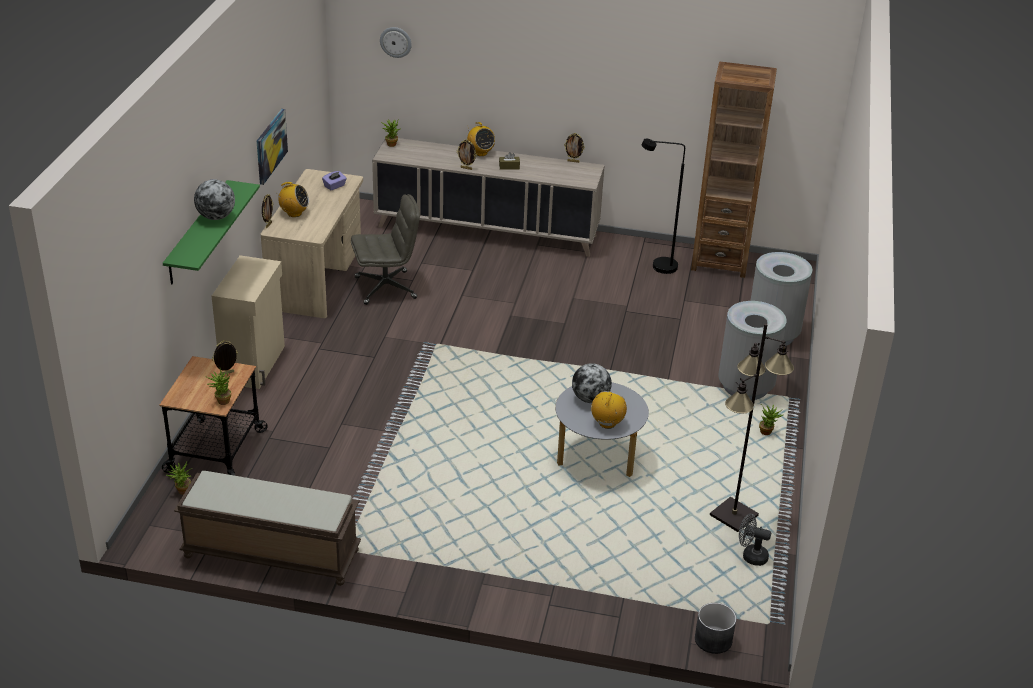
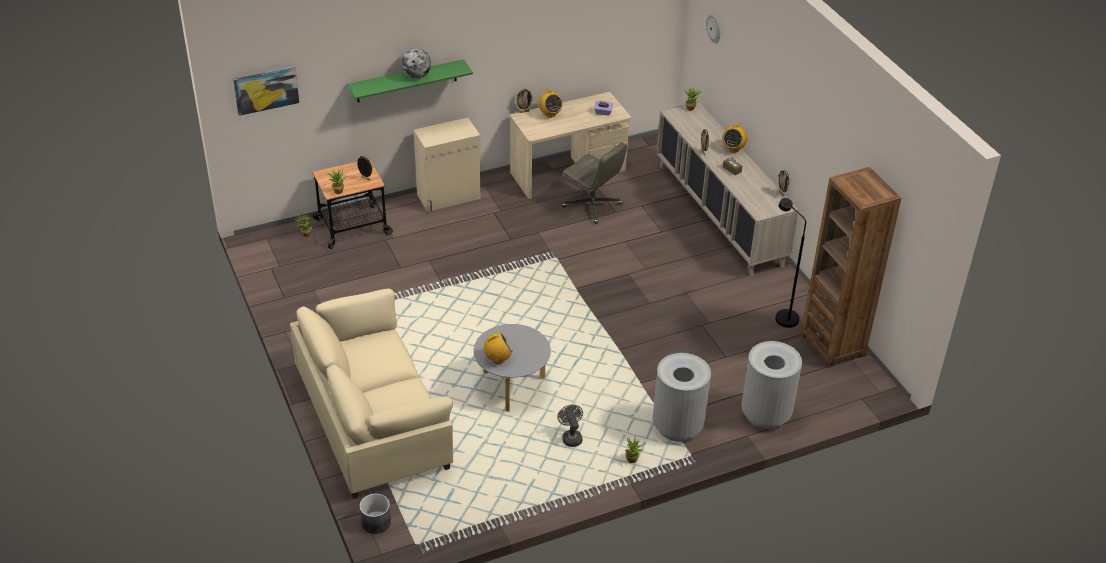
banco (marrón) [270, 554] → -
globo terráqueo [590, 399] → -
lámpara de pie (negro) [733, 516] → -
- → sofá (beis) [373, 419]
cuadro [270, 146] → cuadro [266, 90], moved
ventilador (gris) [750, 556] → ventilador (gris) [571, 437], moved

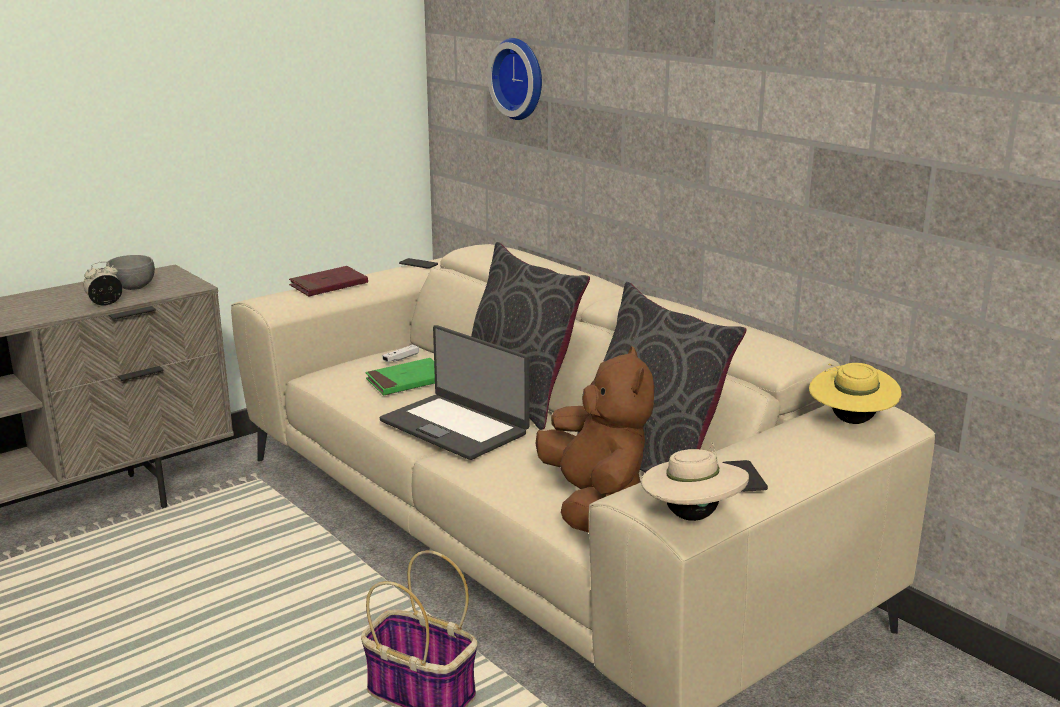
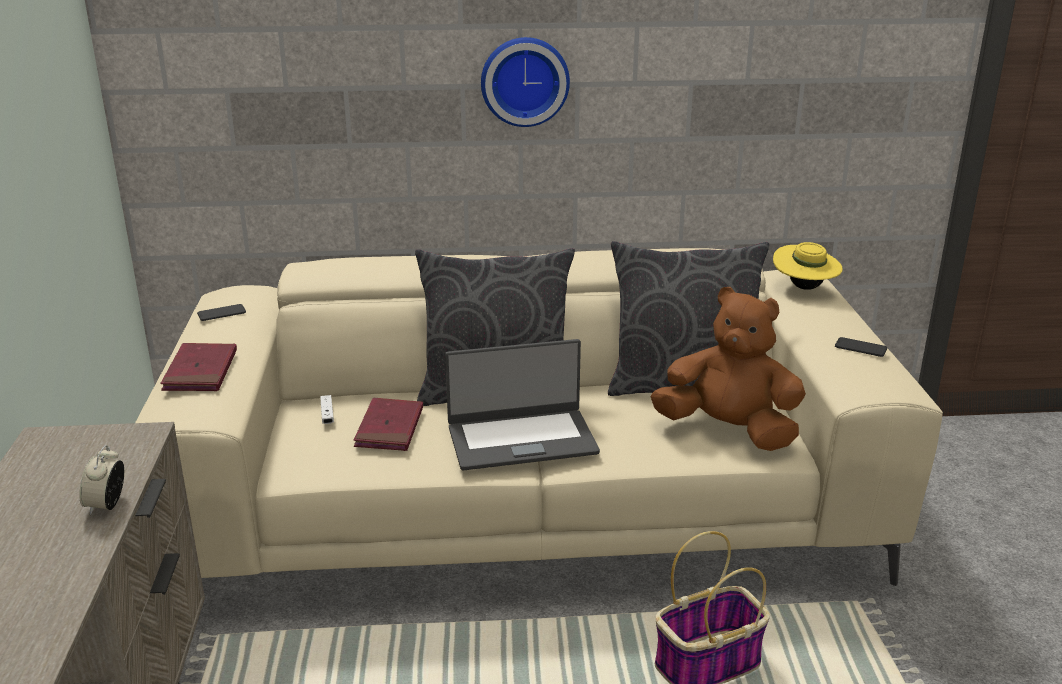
cuenco (gris) [133, 288] → -
sombrero (beis) [692, 516] → -
reloj de pared [520, 78] → reloj de pared [524, 81], moved
libro (verde) [407, 381] → libro (rojo) [389, 428]

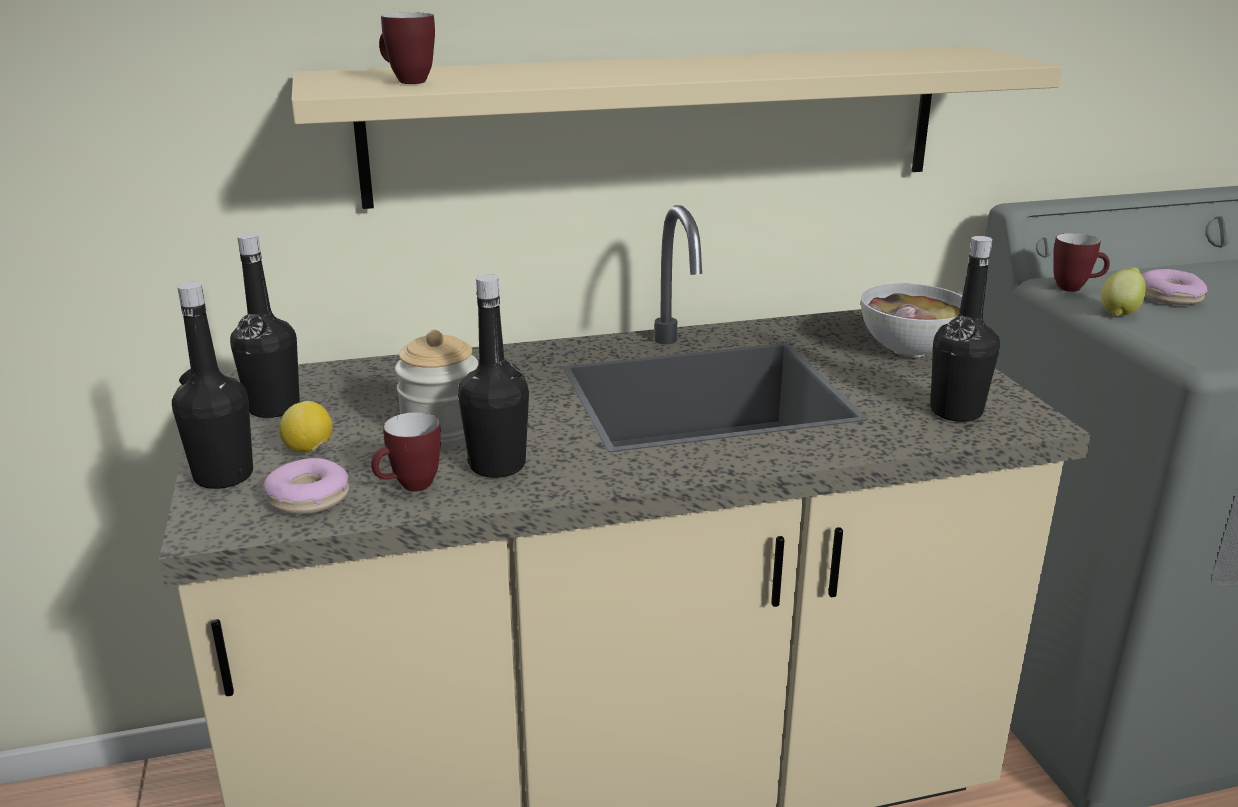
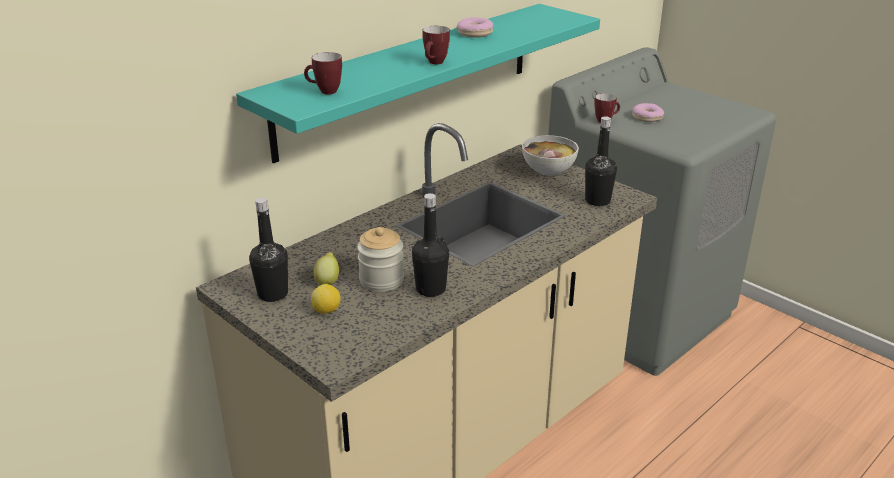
botella (negro) [224, 476] → -
rosquilla [308, 498] → rosquilla [475, 33], moved
taza grande [409, 488] → taza grande [435, 63], moved
limón [1119, 312] → limón [327, 281], moved
estante (beis) [659, 124] → estante (turquesa) [409, 77]

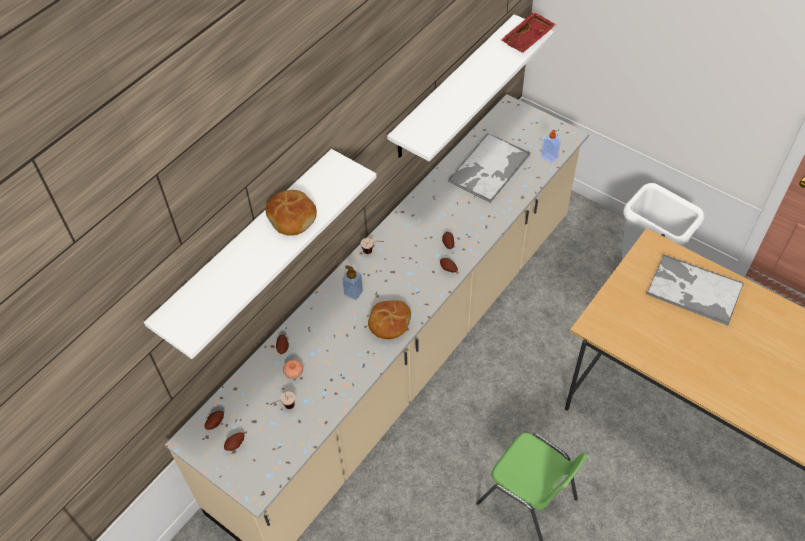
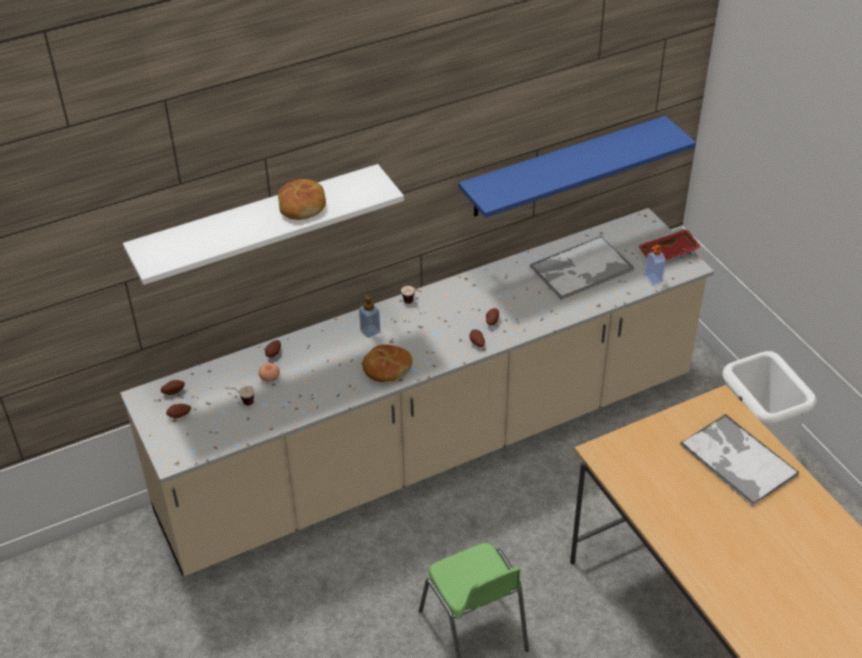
bandeja (rojo) [528, 38] → bandeja (rojo) [669, 253], moved
estante (blanco) [453, 87] → estante (azul) [563, 167]

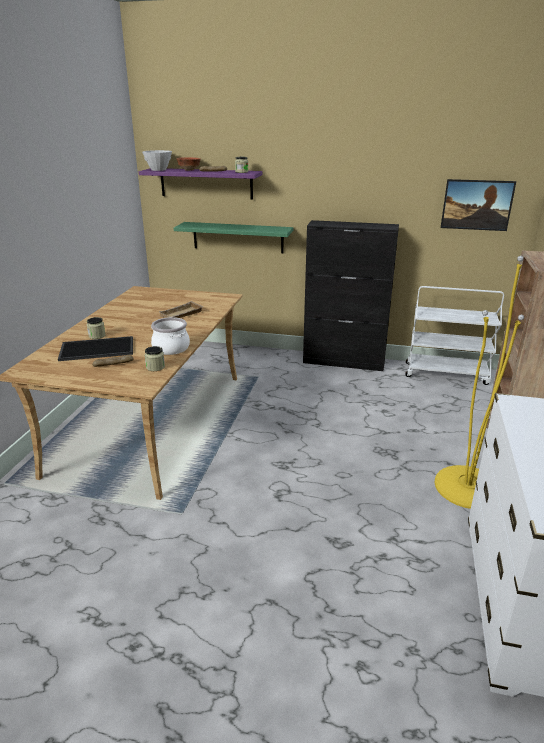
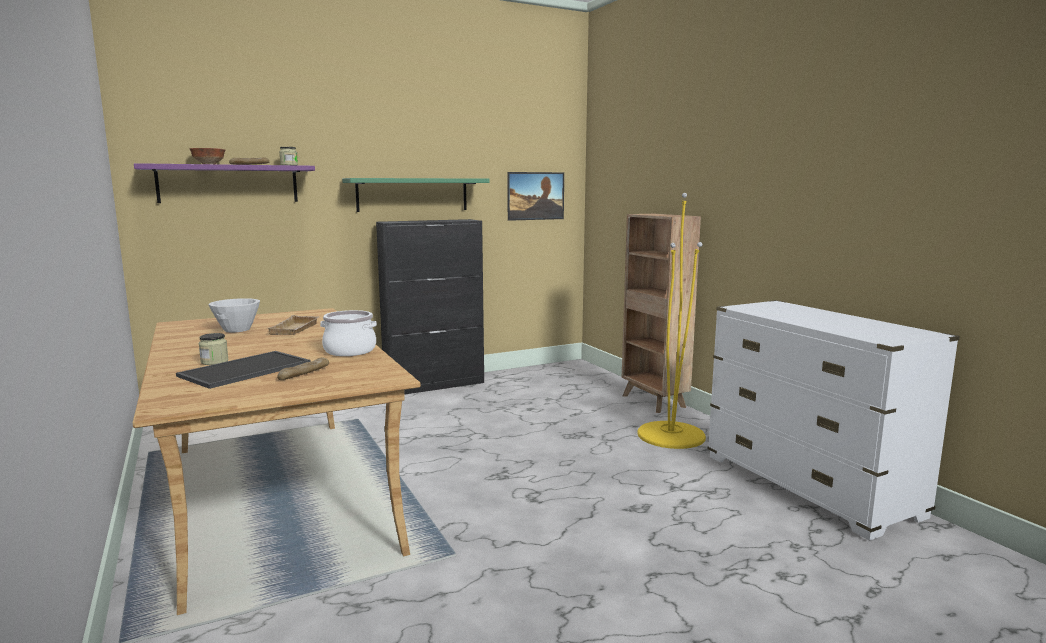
tarro [155, 367] → -
carrito (blanco) [447, 373] → -
cuenco (blanco) [159, 170] → cuenco (blanco) [237, 329], moved
estante (verde) [238, 237] → estante (verde) [412, 194], moved

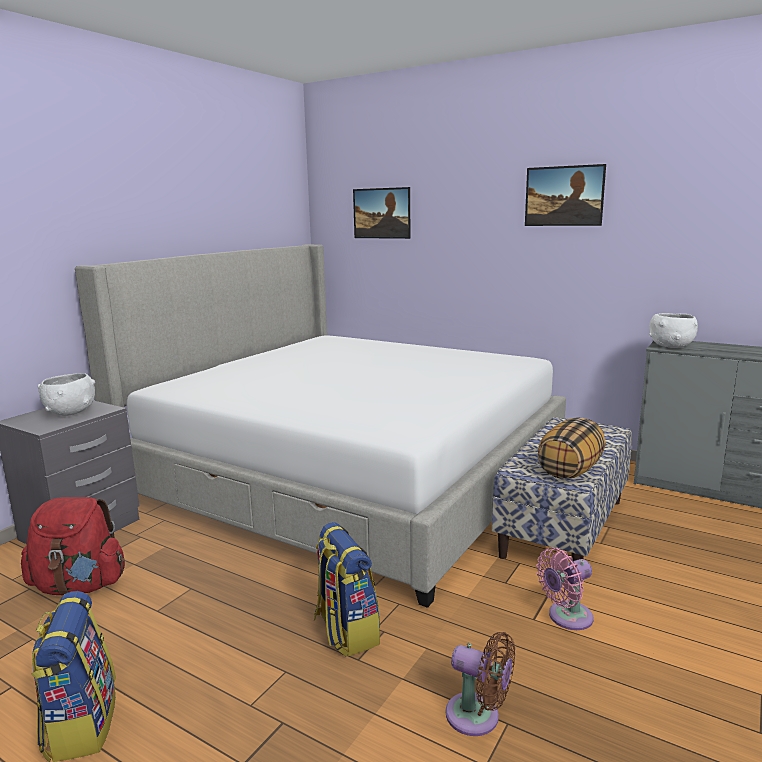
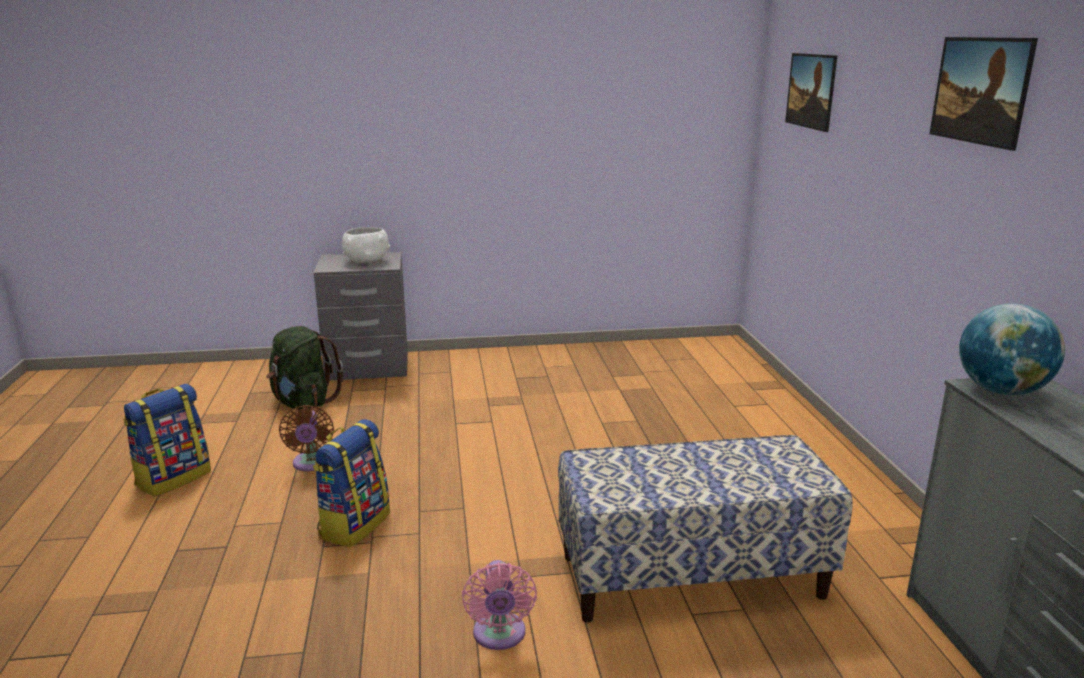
cama [351, 475] → -
cojín [570, 470] → -
ventilador (marrón) [478, 717] → ventilador (marrón) [311, 464], moved
cuenco (blanco) [671, 346] → globo terráqueo [1001, 391]
mochila (rojo) [79, 586] → mochila (verde) [303, 403]
ventilador (rosa) [566, 617] → ventilador (rosa) [499, 636], 120 degrees counterclockwise

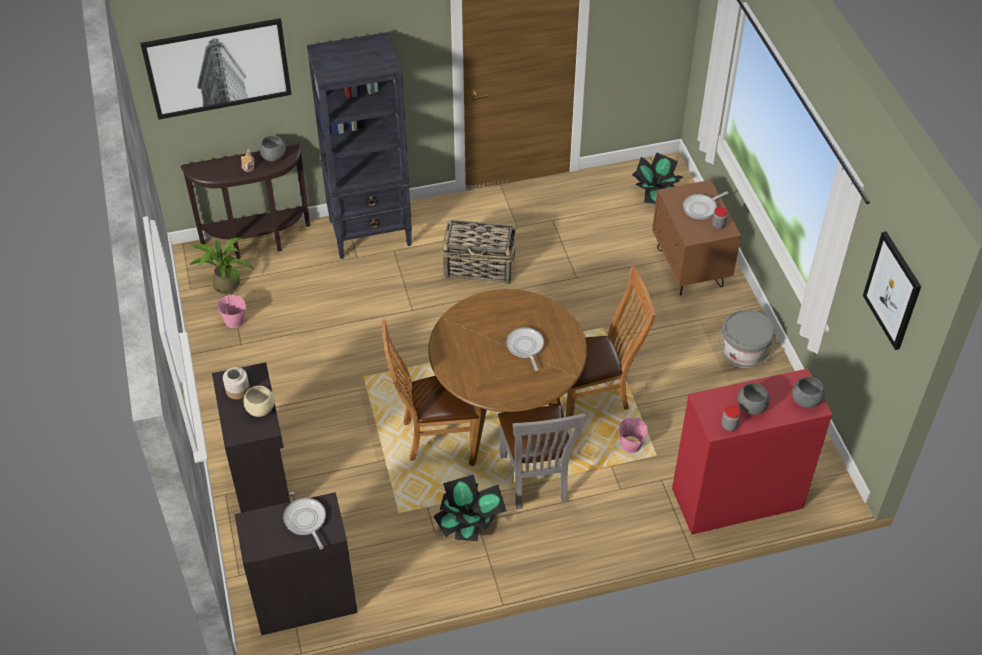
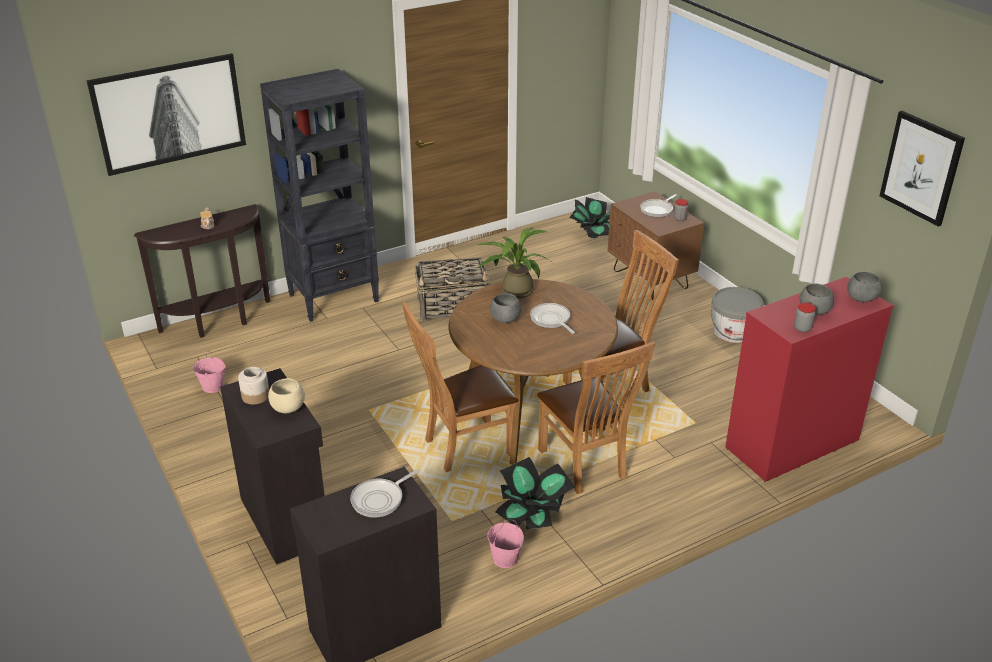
planta en maceta [224, 283] → planta en maceta [514, 290], moved
cuenco (gris) [274, 157] → cuenco (gris) [505, 319], moved
cubo (rosa) [631, 445] → cubo (rosa) [505, 559], moved
silla (gris) [536, 481] → silla (marrón) [586, 466]
sartén [306, 521] → sartén [380, 499], 90 degrees counterclockwise

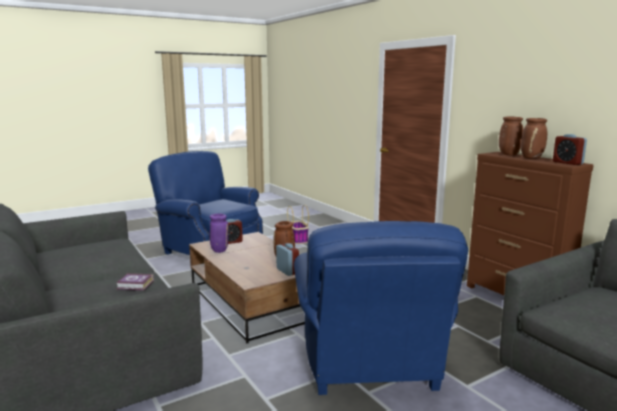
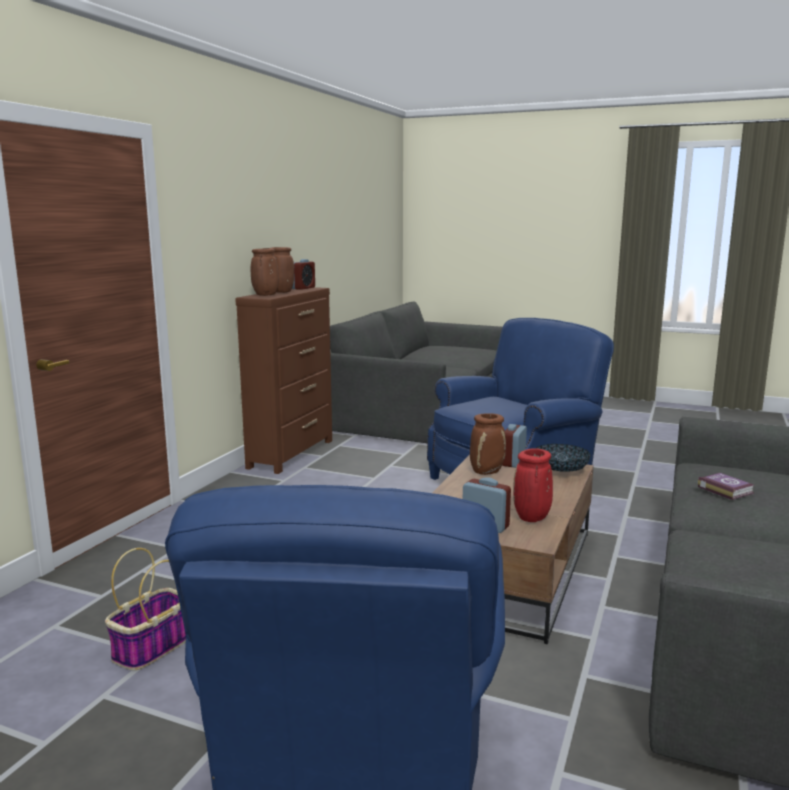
- → cuenco [560, 471]
florero (morado) [219, 250] → florero (rojo) [532, 518]

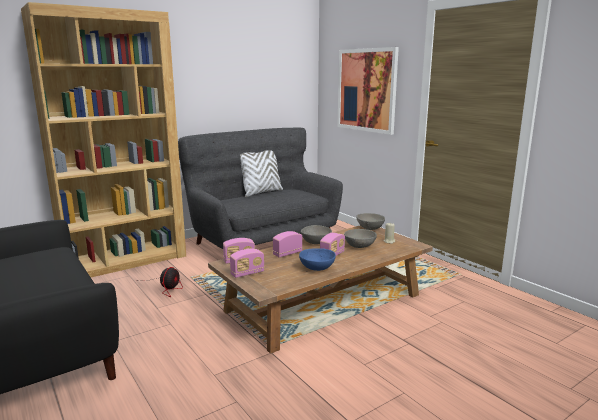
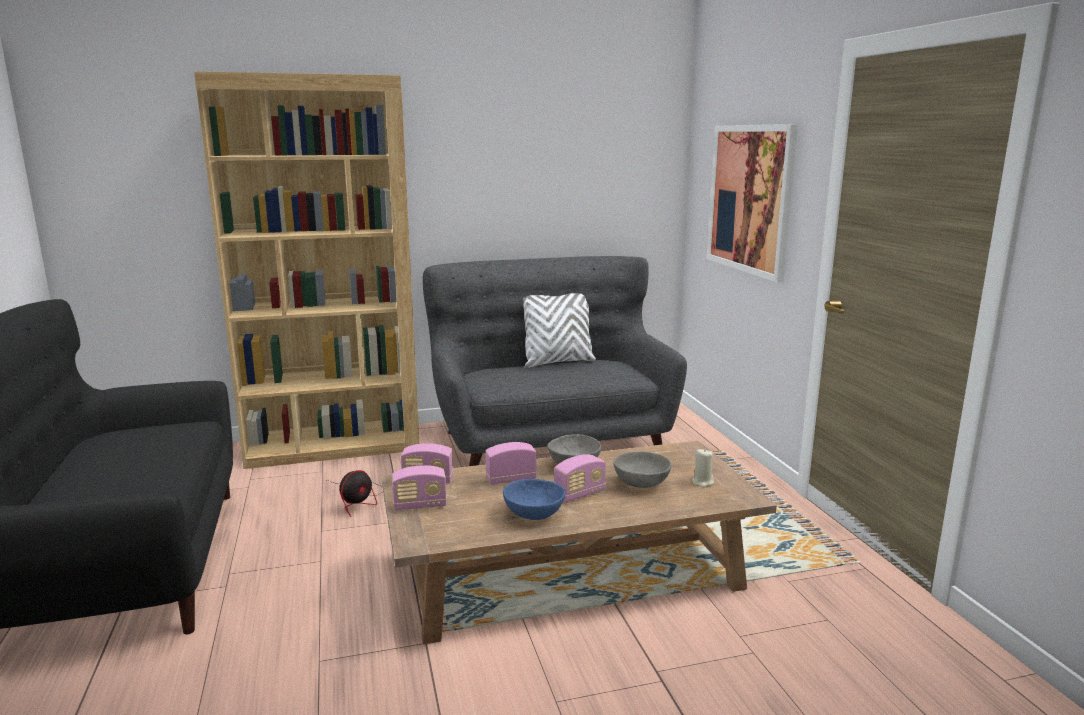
cuenco (gris) [370, 228] → -

